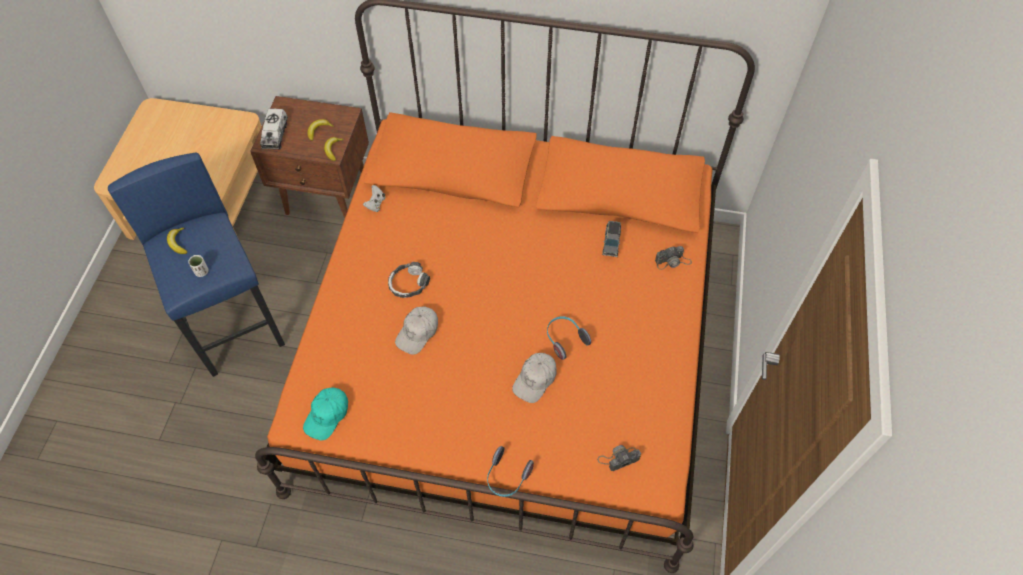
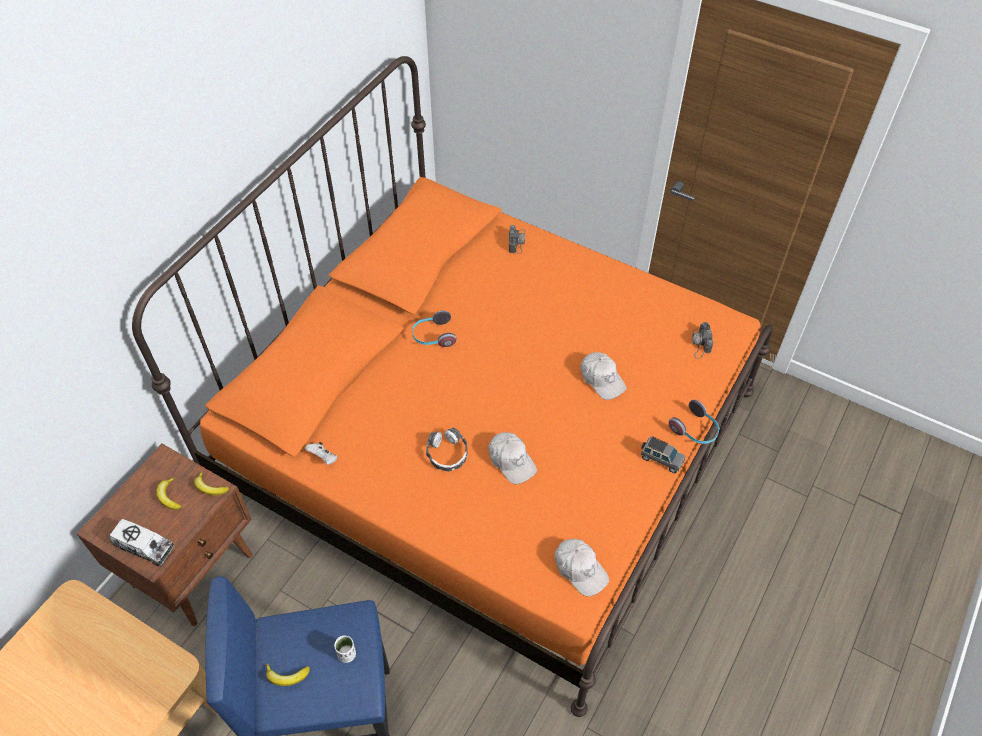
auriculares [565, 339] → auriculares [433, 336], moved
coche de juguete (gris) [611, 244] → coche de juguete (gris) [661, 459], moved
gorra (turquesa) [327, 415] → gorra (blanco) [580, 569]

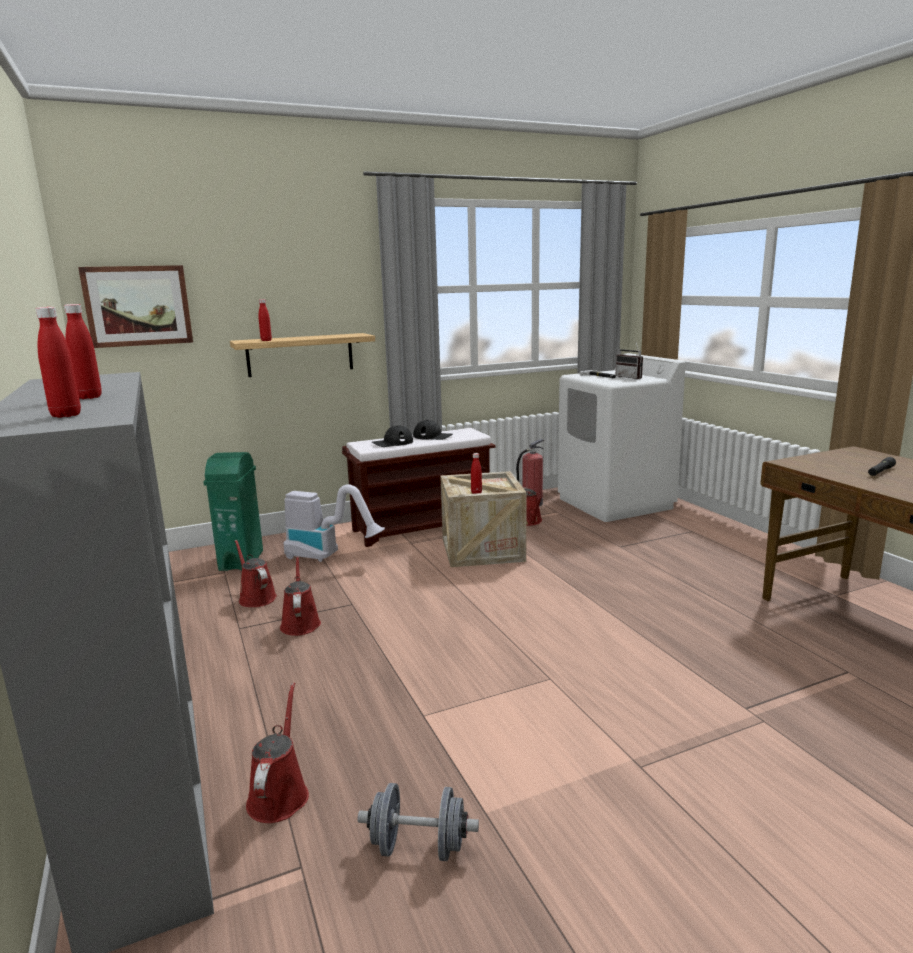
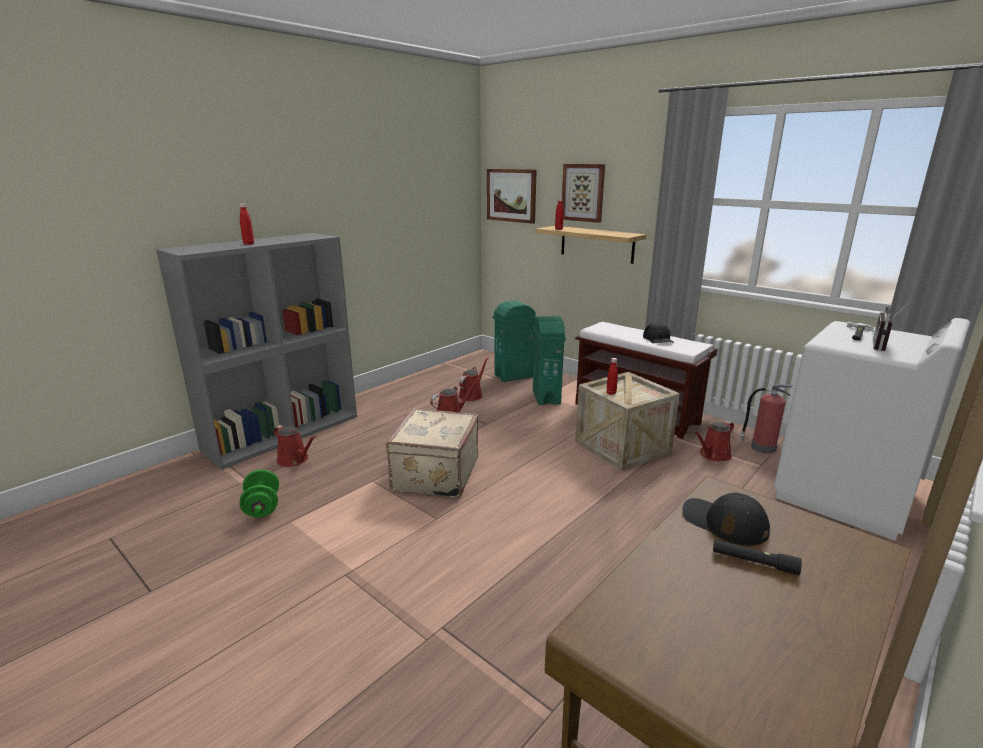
botella (rojo) [66, 415] → -
- → maleta (beis) [434, 475]
- → cuadro [583, 192]
gorra (negro) [392, 443] → gorra (negro) [724, 522], moved
aspiradora [328, 556] → papelera (verde) [546, 397]
mancuerna (gris) [419, 847] → mancuerna (verde) [262, 507]
regadera (rojo) [279, 794] → regadera (rojo) [295, 460], 60 degrees clockwise

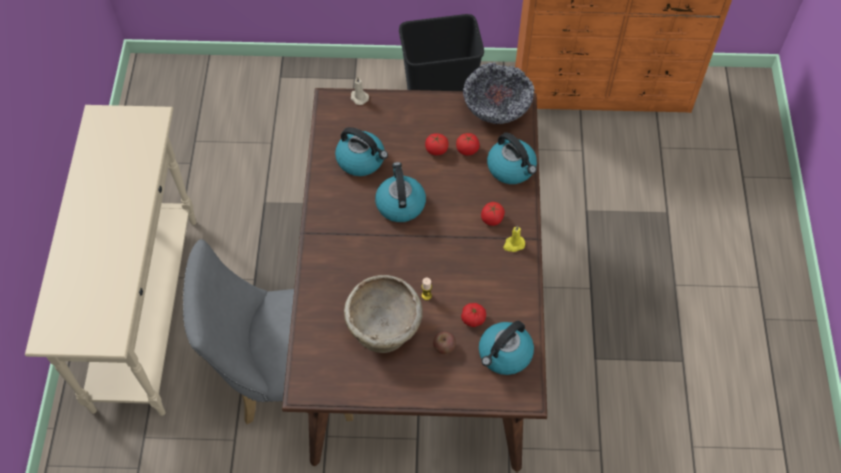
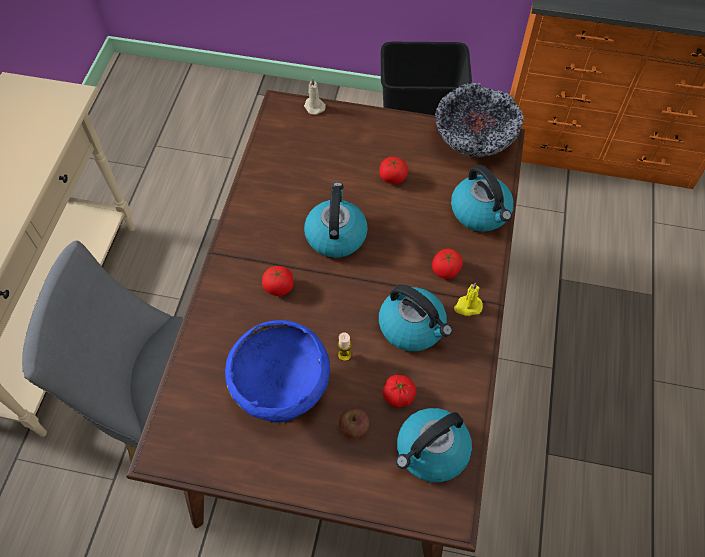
hervidor [361, 160] → hervidor [413, 326], moved
tomate [467, 150] → tomate [279, 287], moved
cuenco (beis) [384, 328] → cuenco (azul) [282, 389]

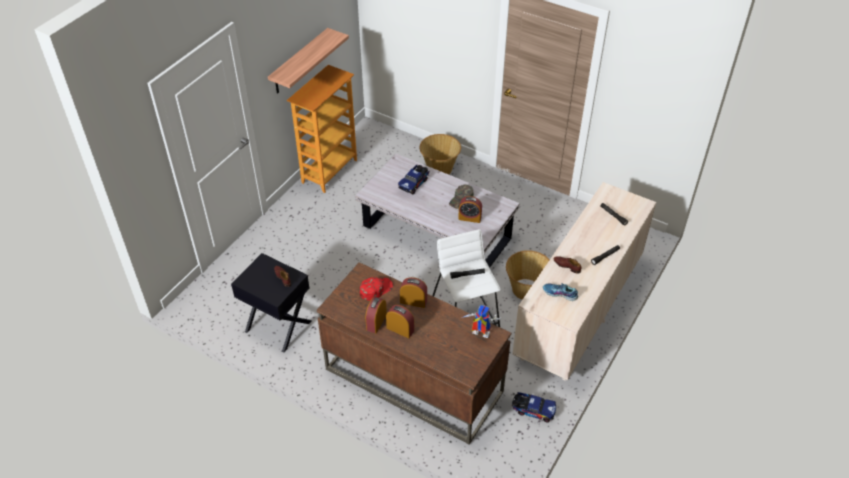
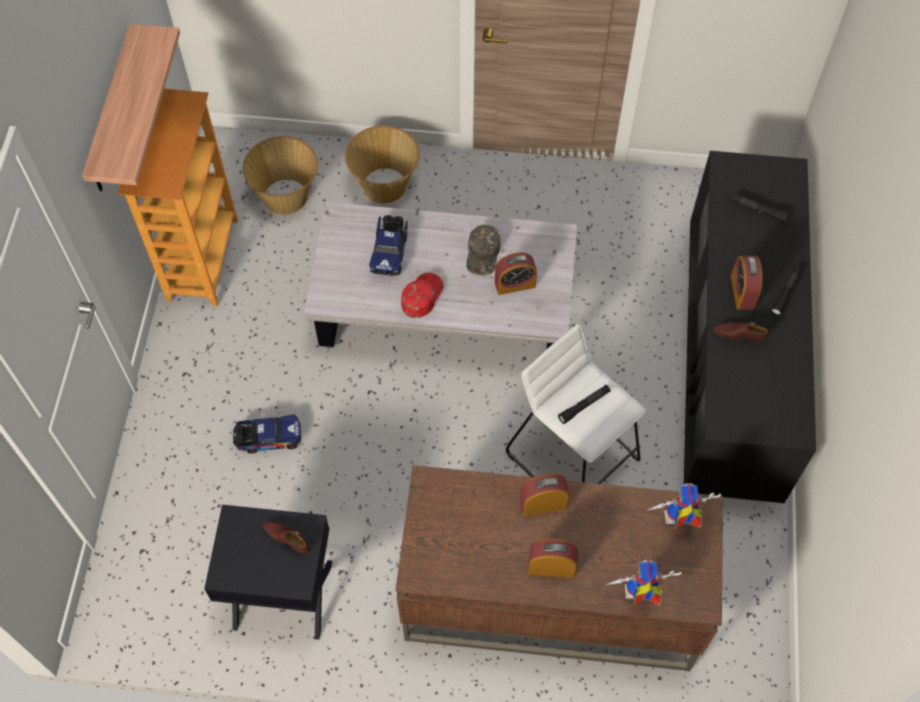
zapato [559, 294] → -
- → robot de juguete [637, 597]
gorra (rojo) [375, 289] → gorra (rojo) [421, 296], moved
despertador [376, 322] → despertador [742, 291], moved
cesta [526, 289] → cesta [286, 197], moved
camión de juguete [532, 410] → camión de juguete [268, 438], moved
cómoda (beis) [578, 311] → cómoda (negro) [729, 367]

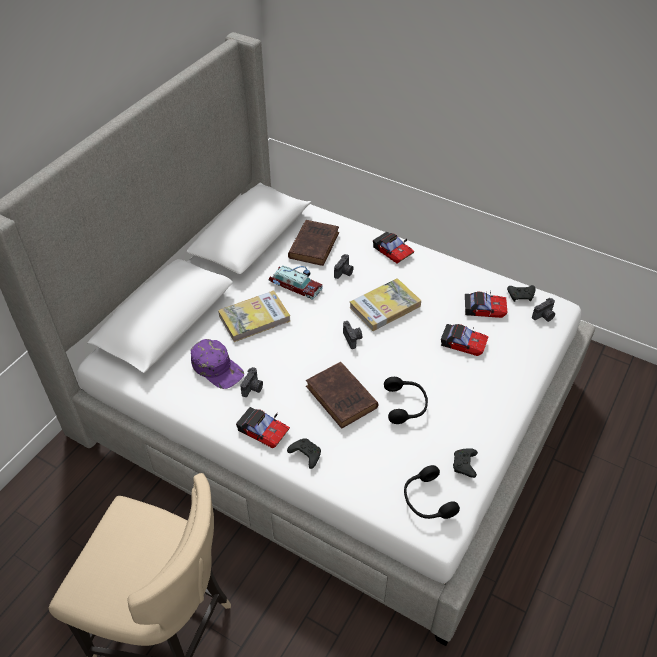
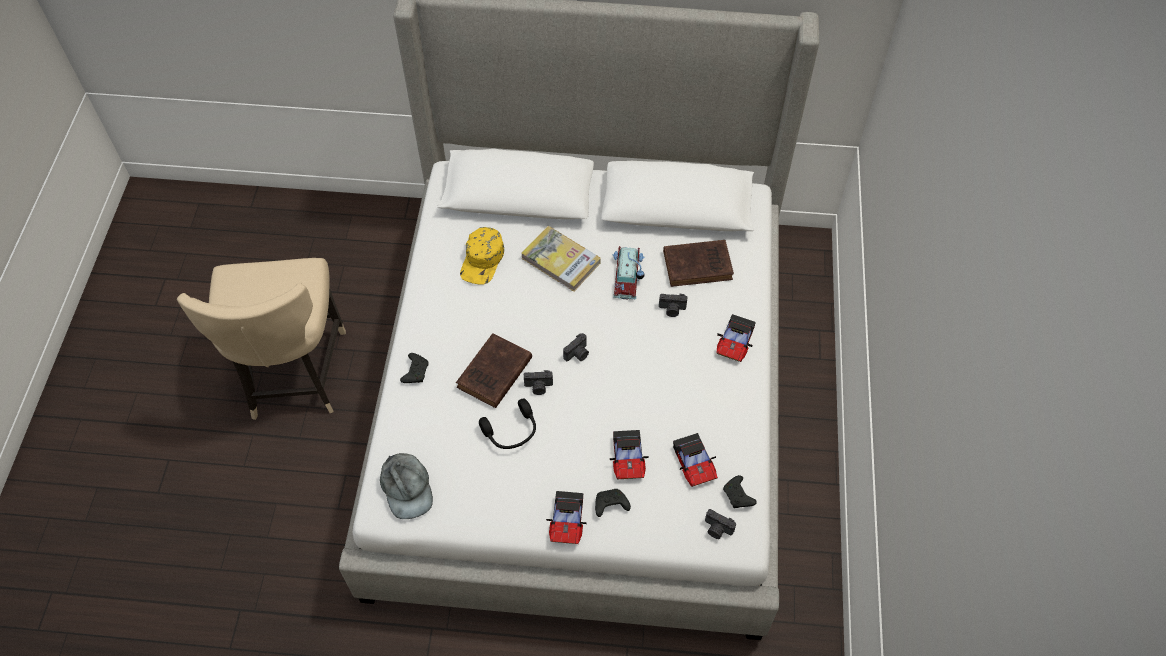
libro [385, 307] → -
coche de juguete [263, 431] → coche de juguete [567, 520], moved
cámara [253, 388] → cámara [538, 387], moved
mando de consola (negro) [464, 466] → mando de consola (negro) [610, 505], moved
auriculares (negro) [426, 500] → gorra (gris) [406, 488]
gorra (morado) [217, 368] → gorra (amarillo) [483, 260]

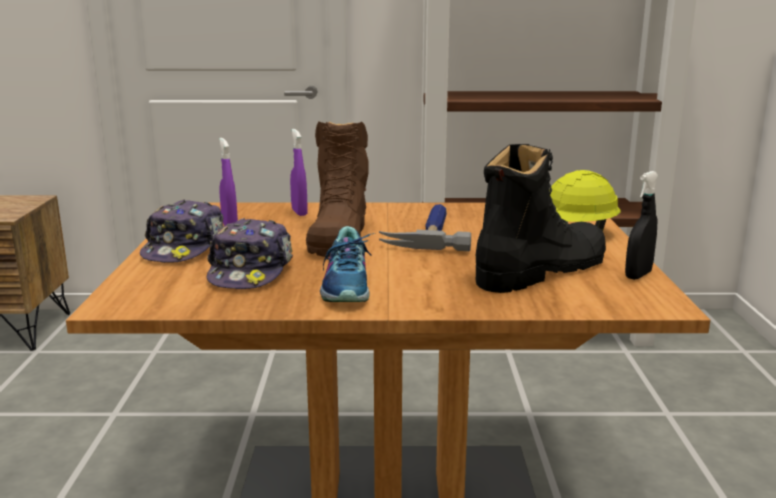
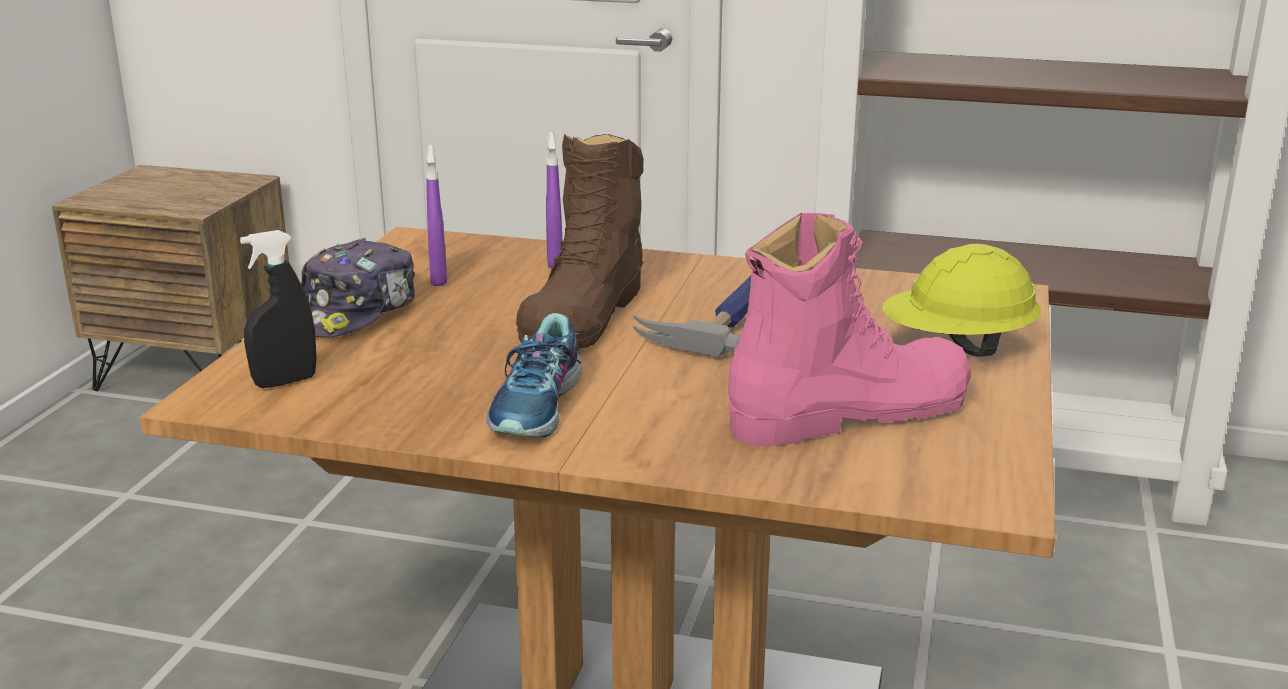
gorra [251, 271] → -
pulverizador (negro) [638, 275] → pulverizador (negro) [285, 382], moved
bota (negro) [540, 270] → bota (rosa) [848, 412]

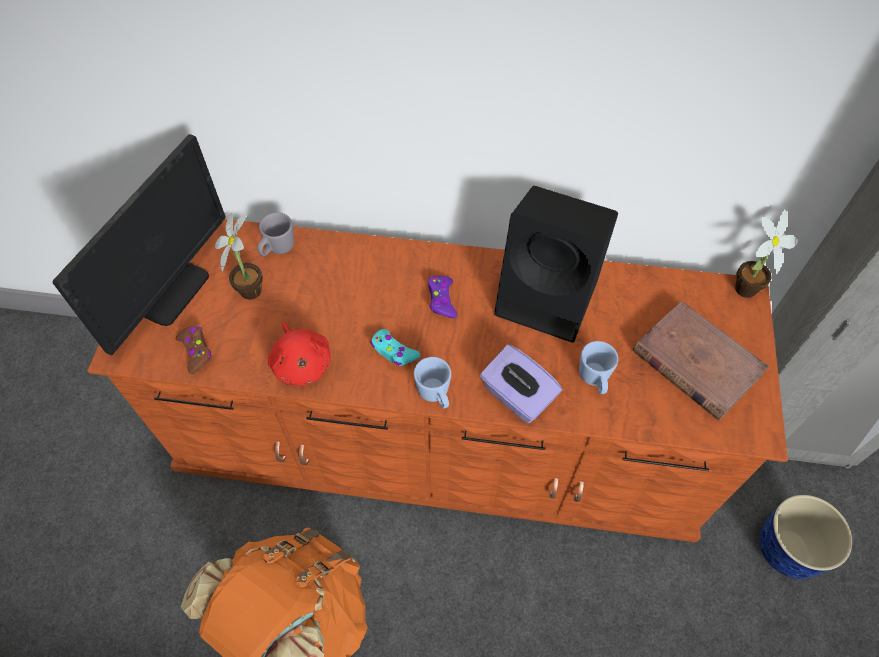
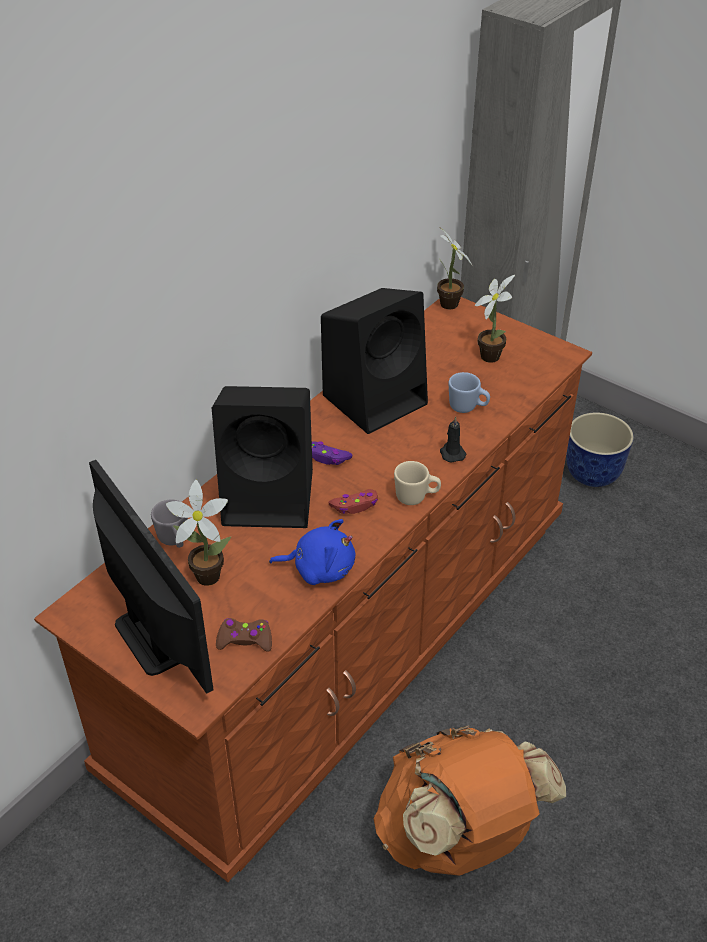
- → altavoz (negro) [271, 497]
caja de pañuelos (morado) [517, 396] → vela (negro) [451, 453]
libro (marrón) [695, 362] → planta en maceta [490, 354]
peluche (rojo) [302, 363] → peluche (azul) [320, 568]
mando de consola (turquesa) [394, 351] → mando de consola (rojo) [355, 506]
taza grande (azul) [435, 395] → taza grande (beis) [416, 497]

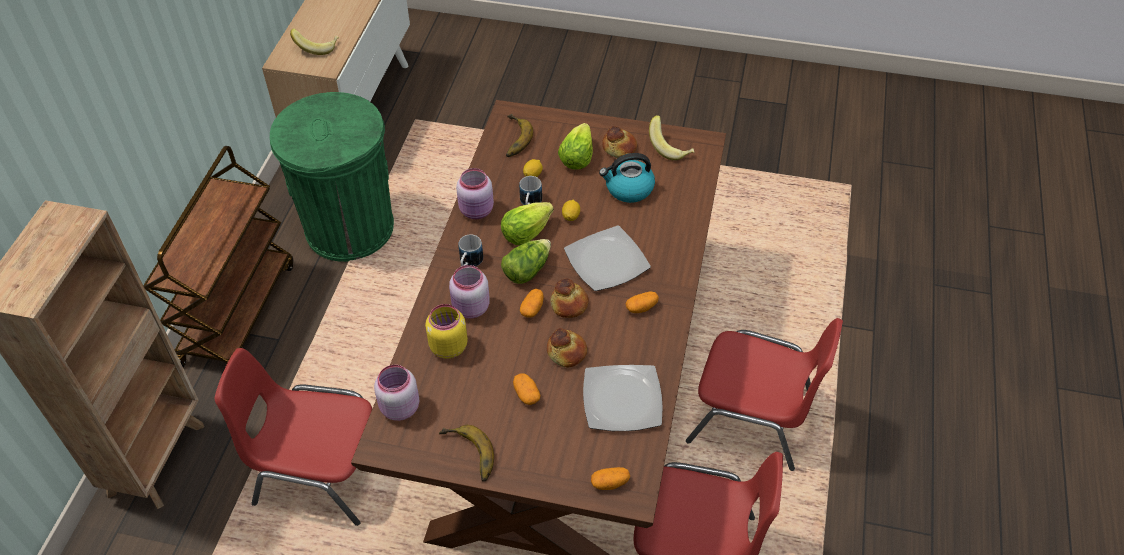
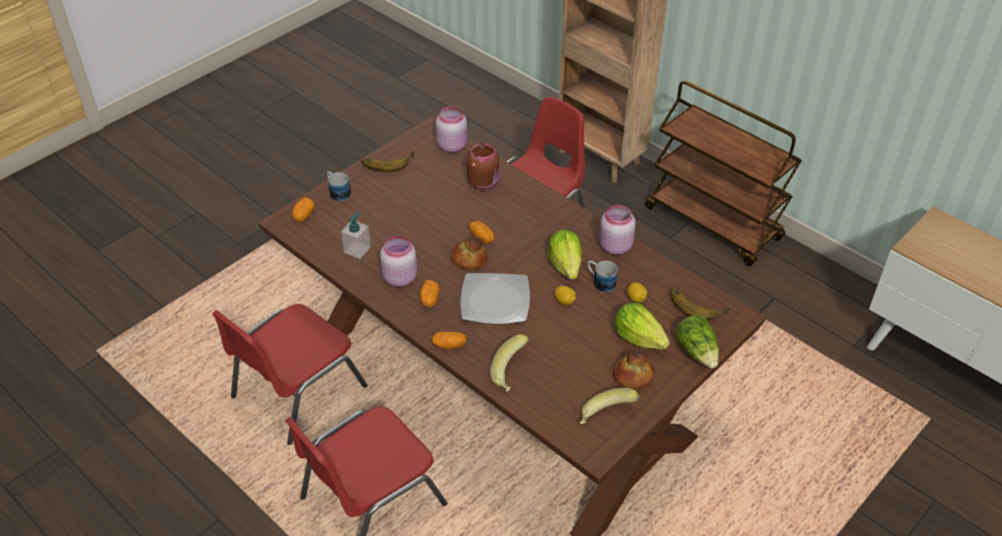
papelera (verde) [349, 228] → -
pan [567, 352] → -
hervidor [628, 189] → -
plátano [317, 47] → plátano [512, 373], moved
tarro (rosa) [470, 309] → tarro (rosa) [399, 277], moved
taza grande [469, 263] → taza grande [337, 192], moved
lechuga [527, 270] → lechuga [697, 352], moved
patata [526, 394] → patata [449, 345], moved
plato [623, 400] → dispensador de jabón [357, 249]
tarro (amarillo) [447, 346] → tarro (marrón) [484, 183]

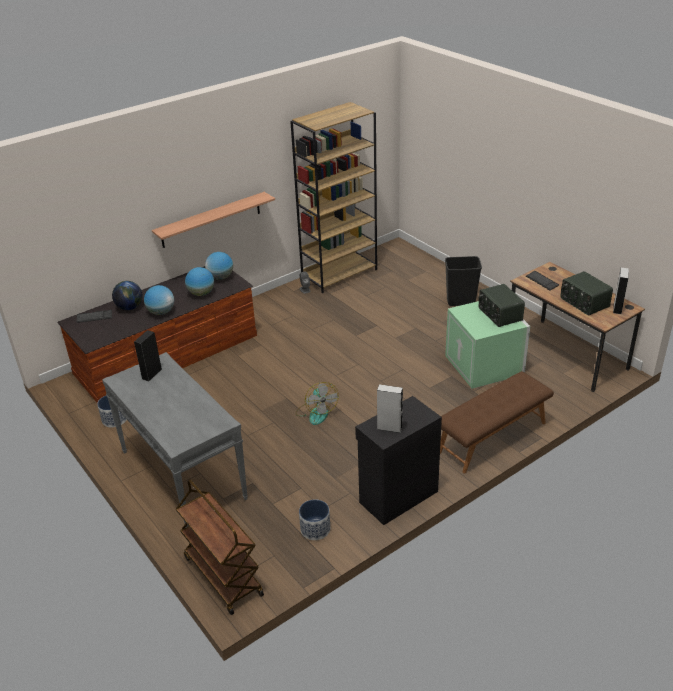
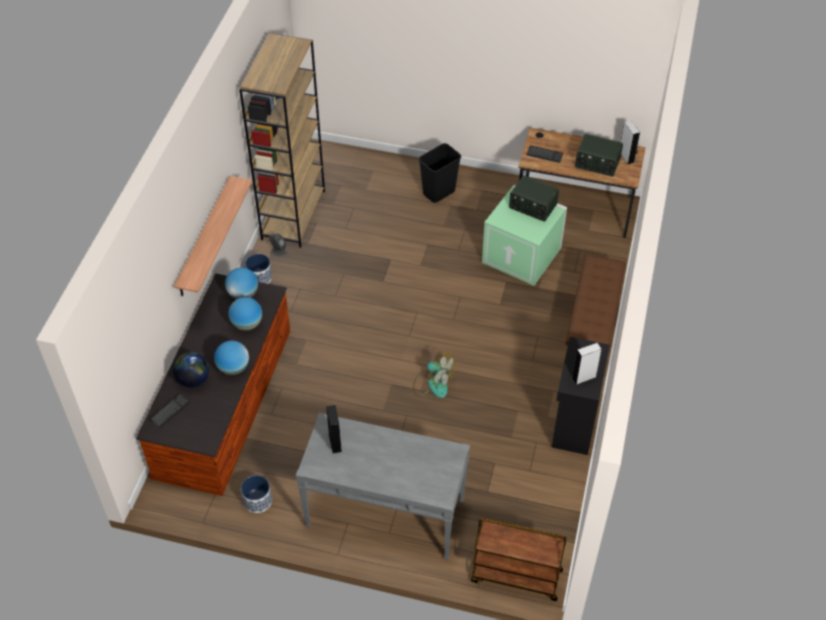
maceta [315, 529] → maceta [260, 277], moved

